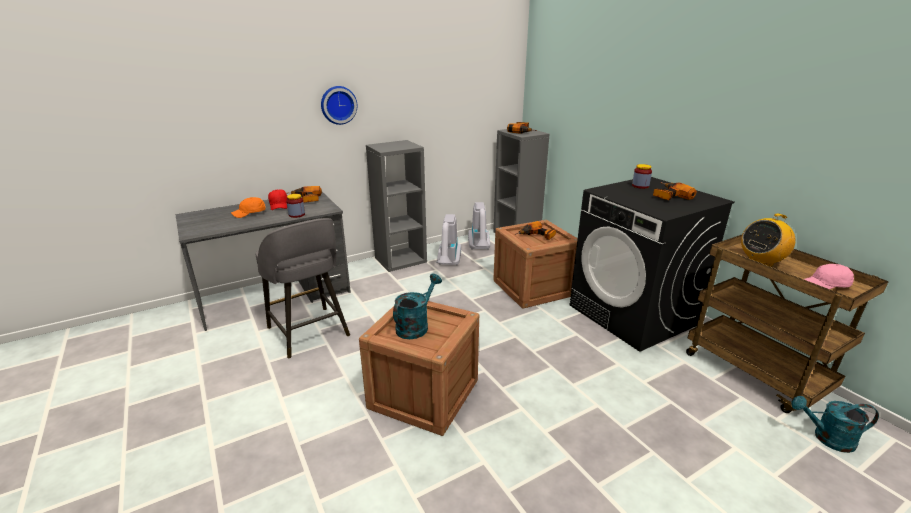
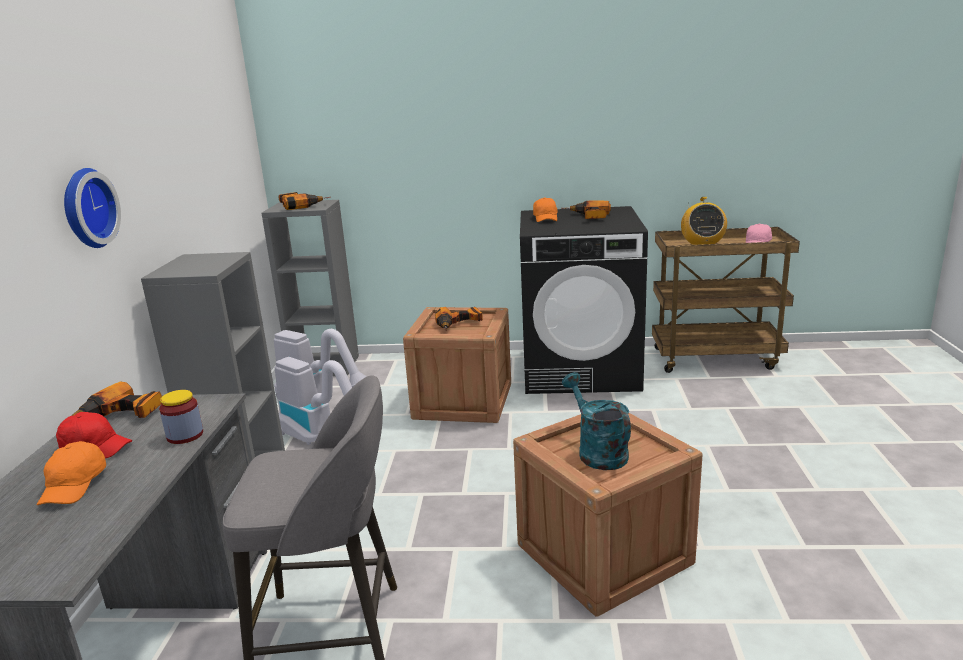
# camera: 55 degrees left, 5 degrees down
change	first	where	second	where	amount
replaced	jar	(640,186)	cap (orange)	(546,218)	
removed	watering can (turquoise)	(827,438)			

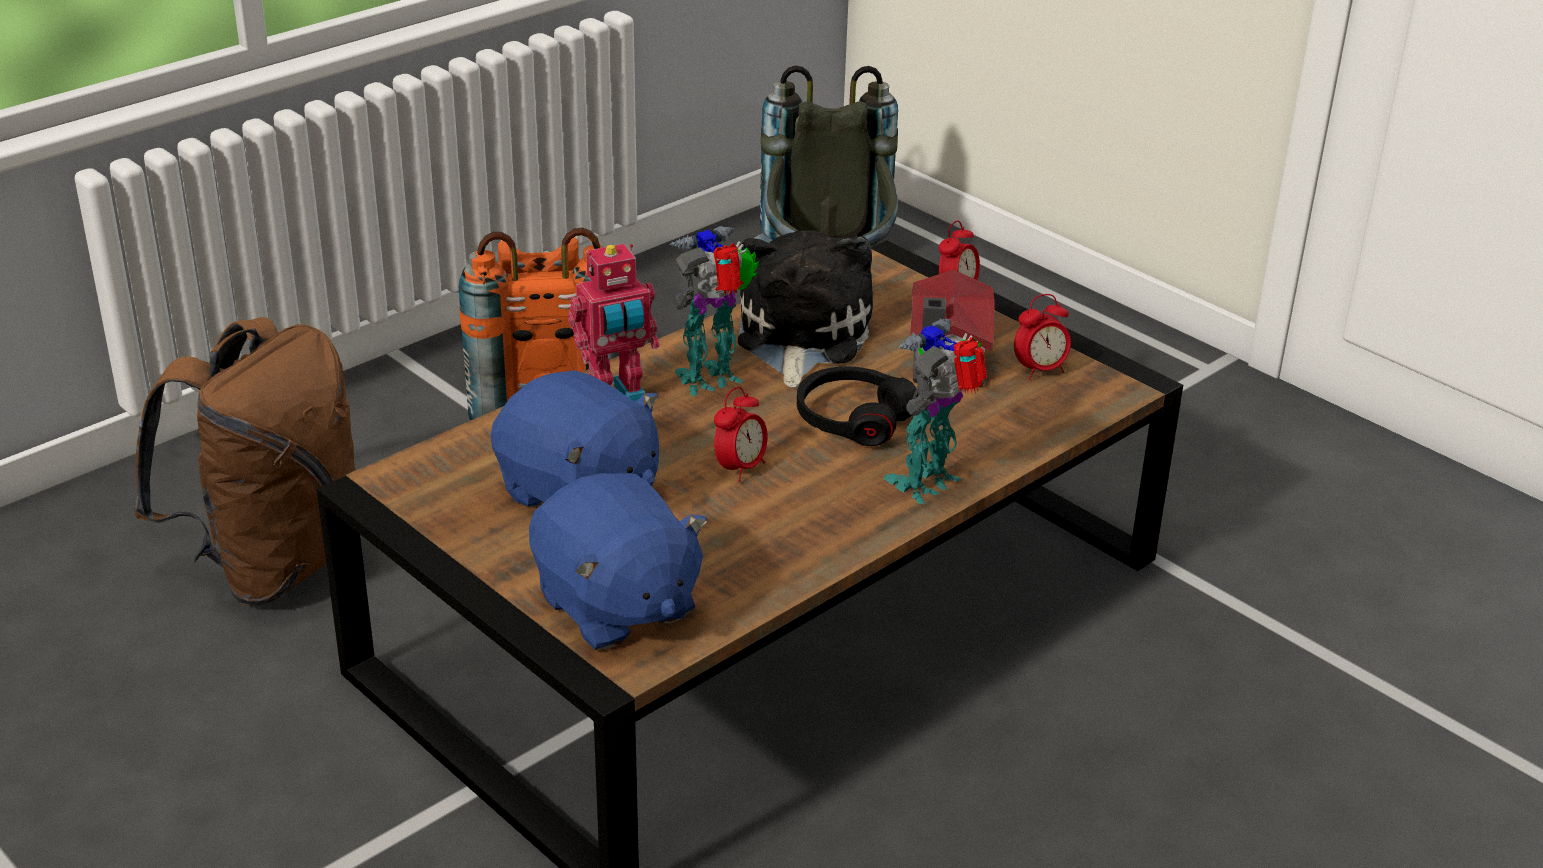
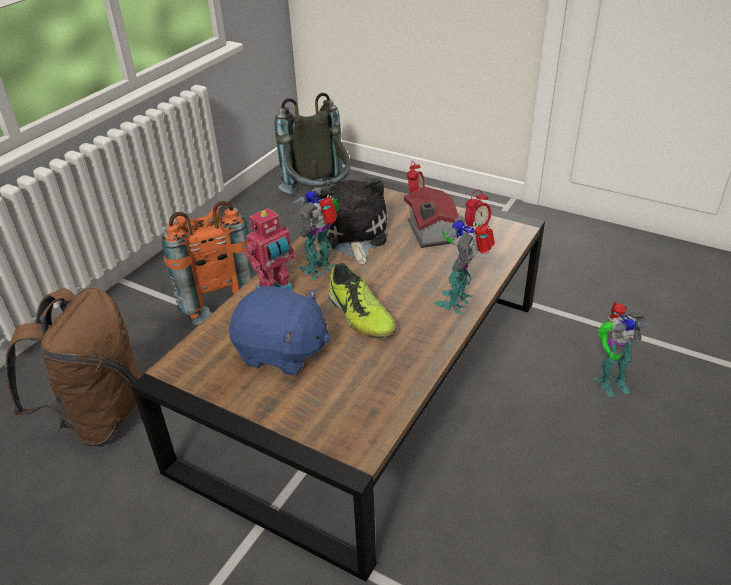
# camera: 15 degrees left, 5 degrees up
change	first	where	second	where	amount
replaced	alarm clock	(740,468)	shoe	(360,316)	
added			toy robot	(609,381)	
removed	plush toy (blue)	(615,606)			
removed	headphones (black)	(853,419)			

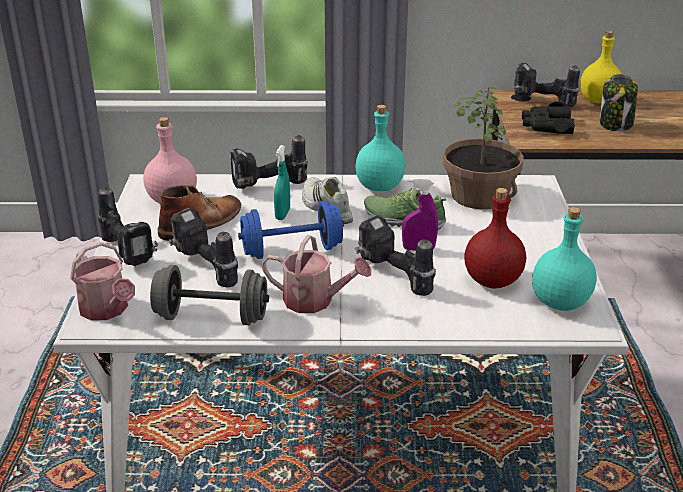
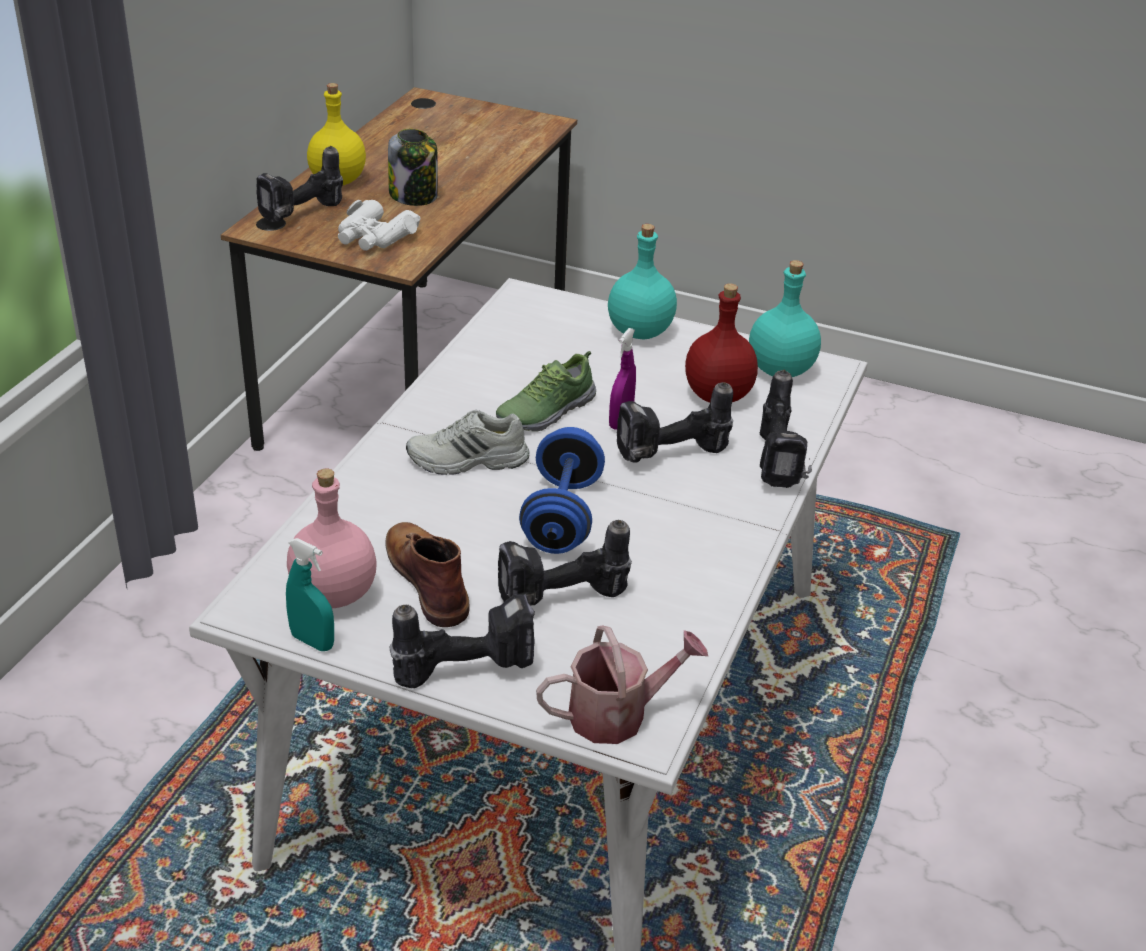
# camera: 70 degrees left, 5 degrees up
change	first	where	second	where	amount
moved	spray bottle (turquoise)	(282,214)		(312,641)	
recoloured	binoculars (black)	(546,126)	binoculars (white)	(374,237)	
moved	bottle (turquoise)	(379,186)		(639,332)	
moved	power drill	(268,187)		(780,464)	
removed	dumbbell (grey)	(211,317)			
removed	watering can	(315,301)			
removed	potted plant	(480,195)			

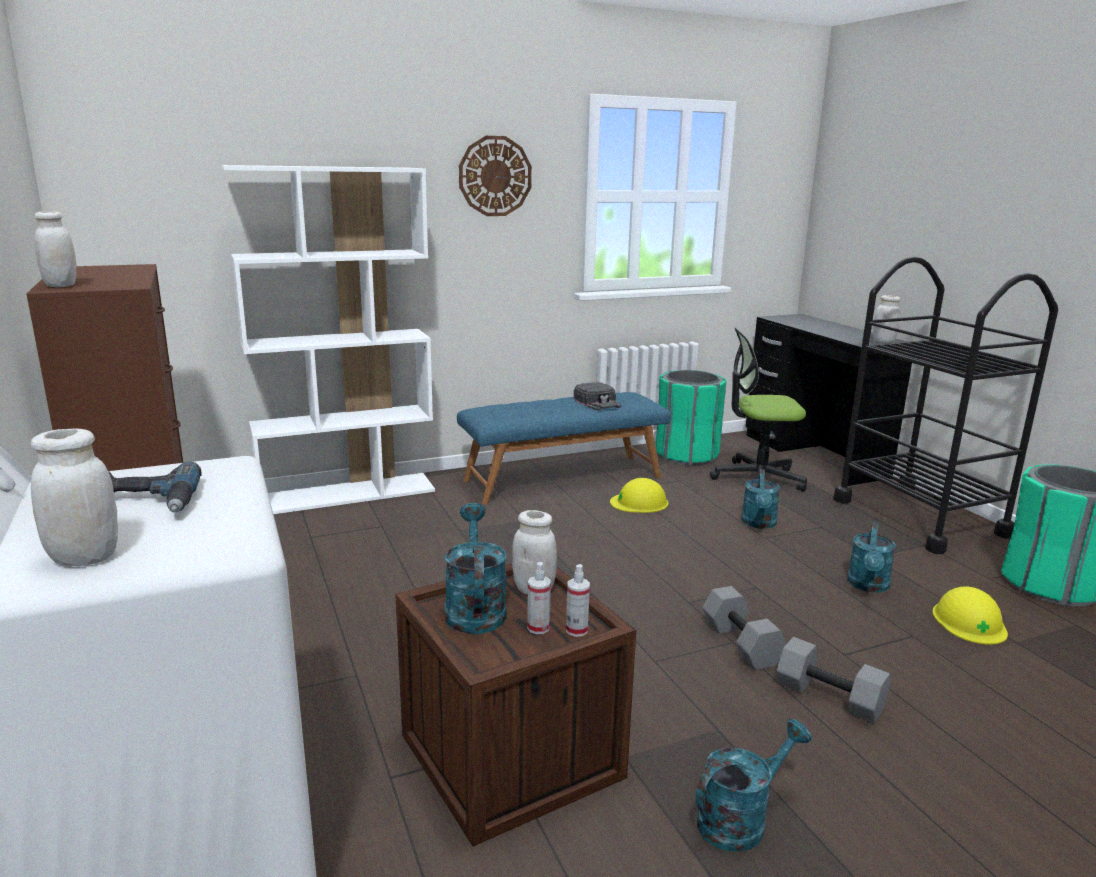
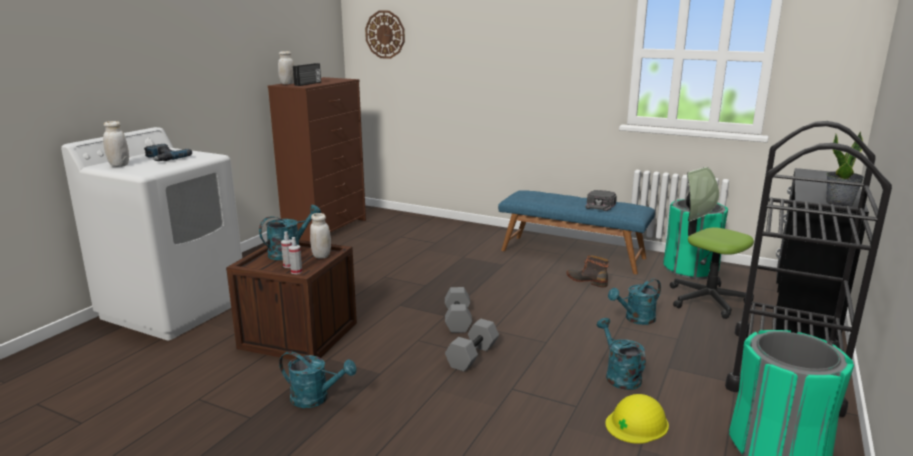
# camera: 50 degrees right, 0 degrees up
change	first	where	second	where	amount
added			radio	(308,84)	
moved	wall clock	(495,176)		(385,34)	
moved	dumbbell (grey)	(831,697)		(458,320)	
replaced	hard hat (yellow)	(639,502)	boot	(587,280)	
turned	watering can (turquoise)	(868,586)		(619,376)	90 degrees clockwise
replaced	jar (white)	(883,341)	potted plant	(839,203)	
removed	bookcase (white)	(348,494)			

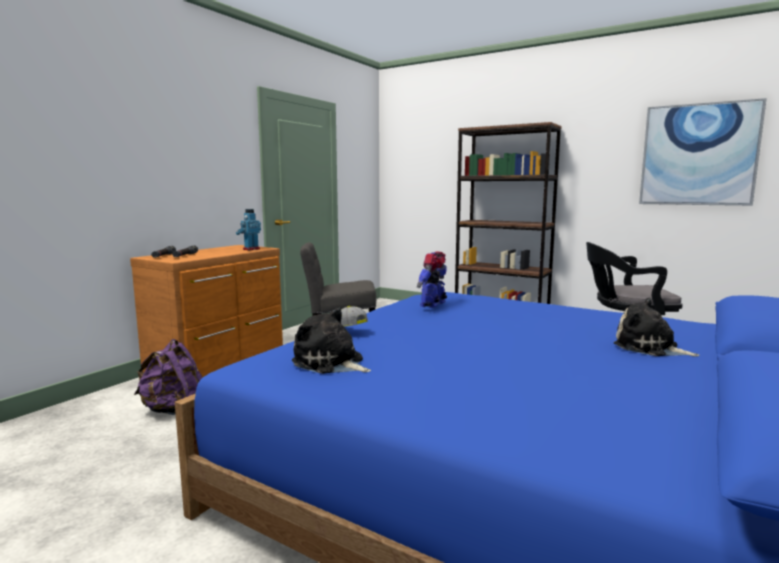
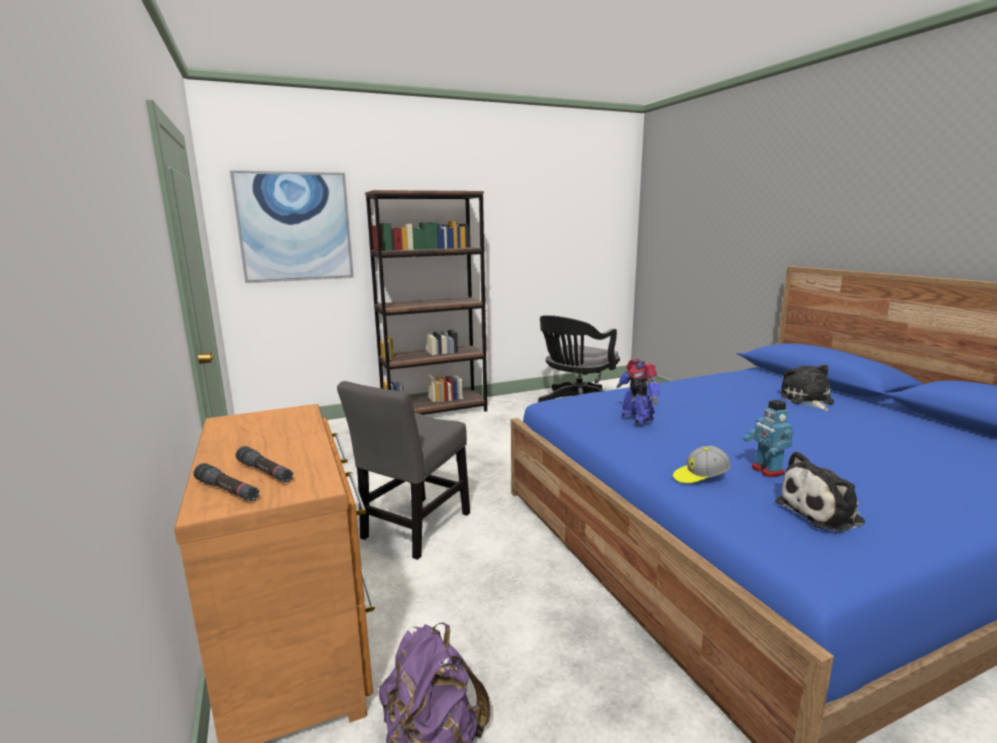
# camera: 55 degrees left, 5 degrees up
change	first	where	second	where	amount
moved	picture	(698,155)		(295,227)	
moved	toy robot	(251,249)		(767,471)	
turned	plush toy	(649,348)		(807,400)	105 degrees clockwise

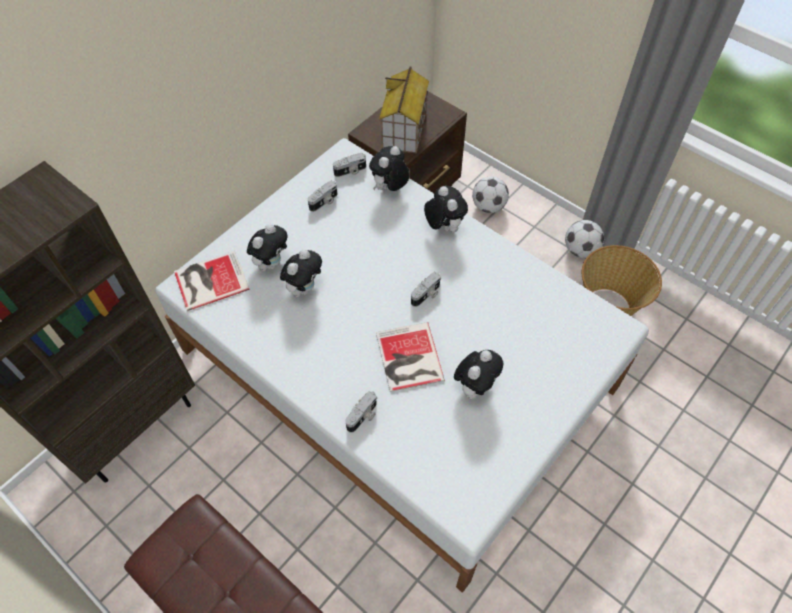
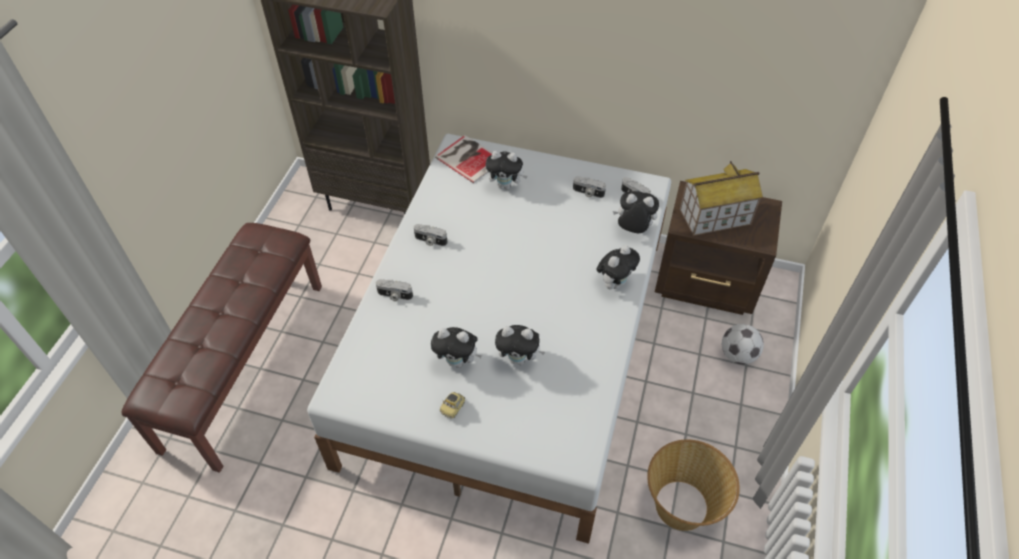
# camera: 65 degrees right, 5 degrees down
change	first	where	second	where	amount
moved	photo camera	(426,295)		(430,241)	
added			toy car	(453,408)	
moved	plush toy	(304,288)		(519,359)	
removed	book	(408,359)			
removed	football	(580,250)			

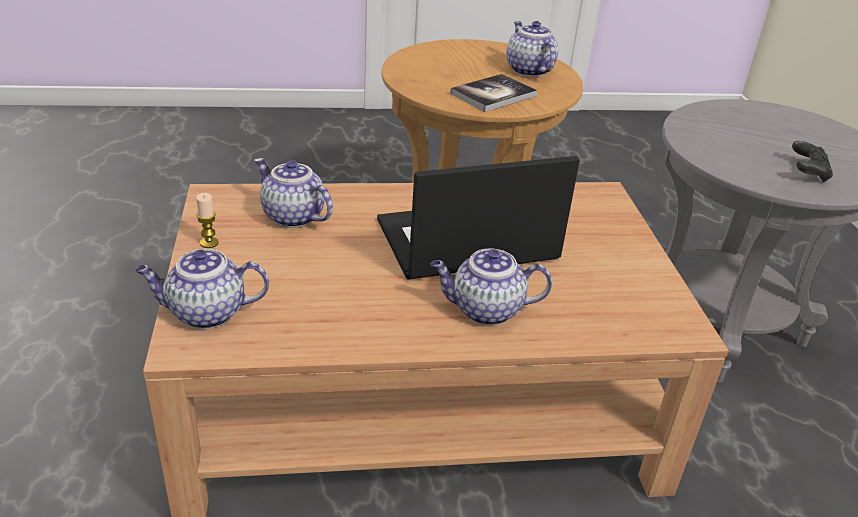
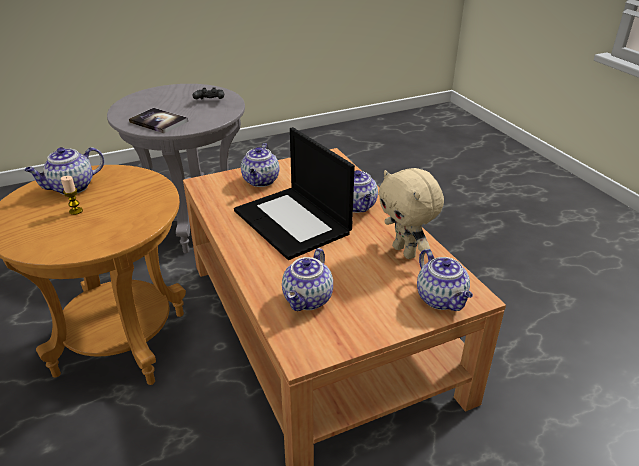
# camera: 105 degrees left, 0 degrees up
change	first	where	second	where	amount
moved	candle	(209,243)		(76,211)	
moved	book	(493,95)		(158,122)	
added			teapot	(261,181)	
added			plush toy (beige)	(405,252)	

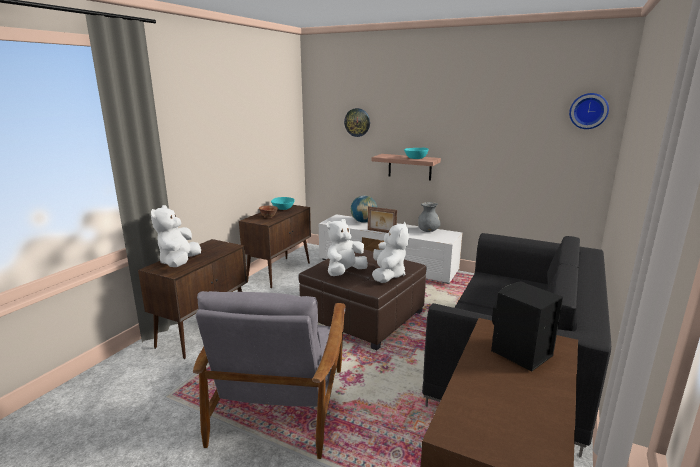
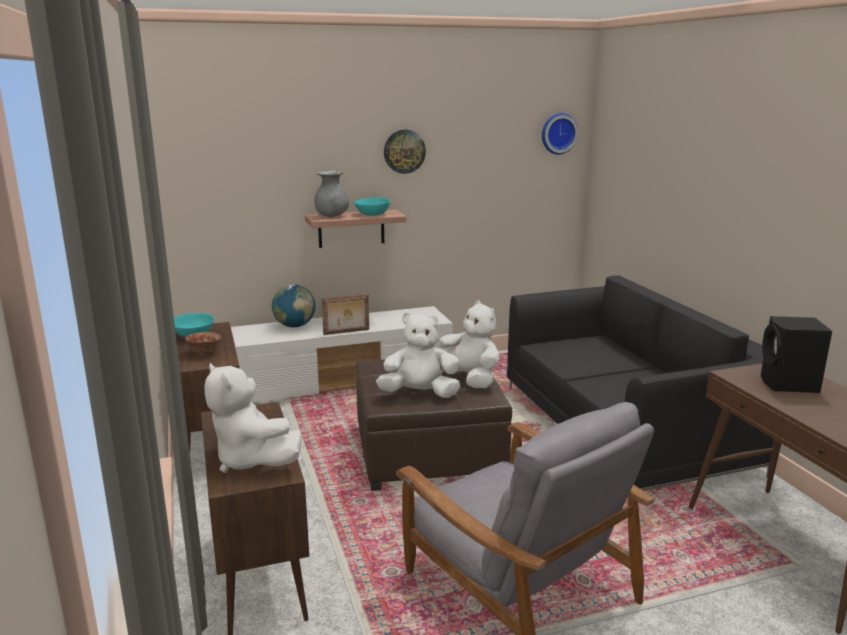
# camera: 45 degrees left, 0 degrees up
change	first	where	second	where	amount
moved	vase (grey)	(428,231)		(332,216)	
turned	plush toy (white)	(345,272)		(420,394)	90 degrees clockwise
moved	wall clock	(357,122)		(404,151)	

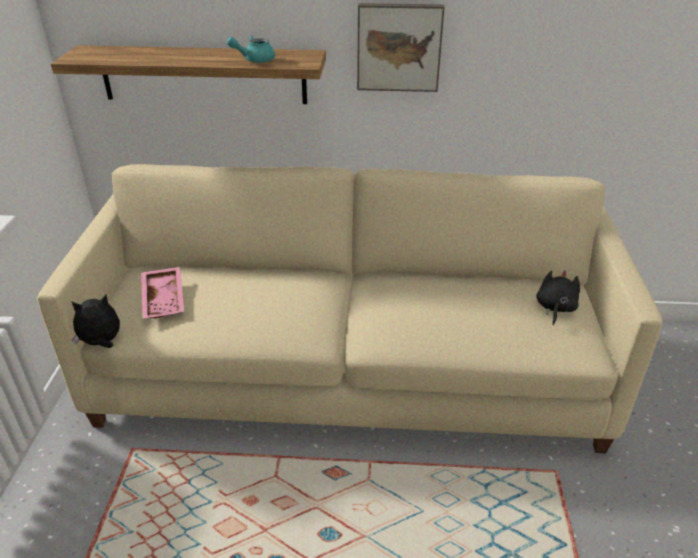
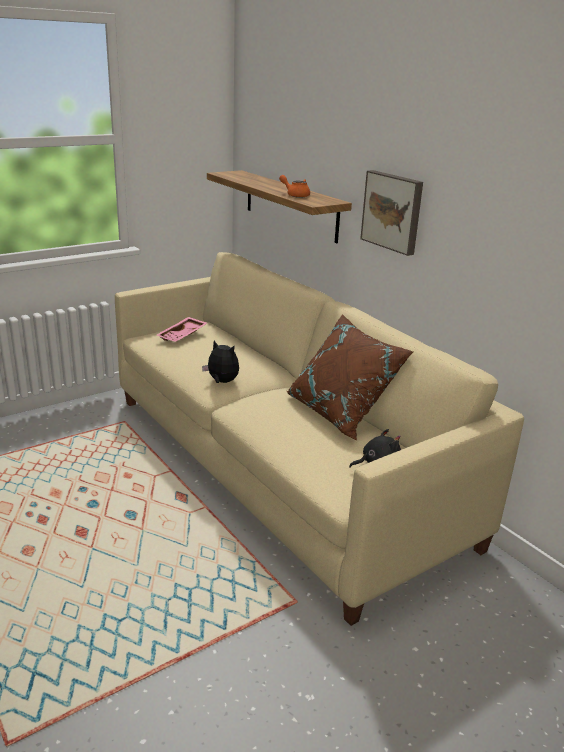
# camera: 50 degrees right, 10 degrees down
change	first	where	second	where	amount
moved	plush toy	(102,343)		(222,382)	
recoloured	teapot (turquoise)	(254,60)	teapot (orange)	(295,195)	
added			pillow (brown)	(341,413)	

